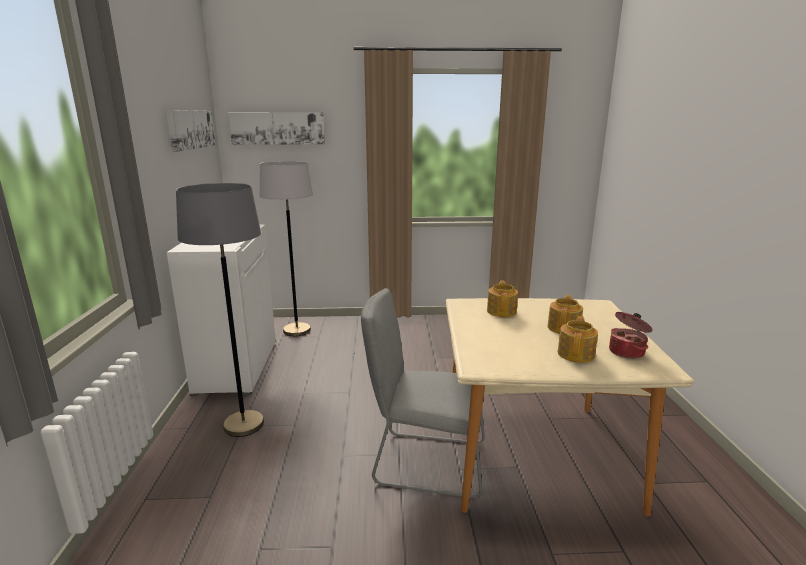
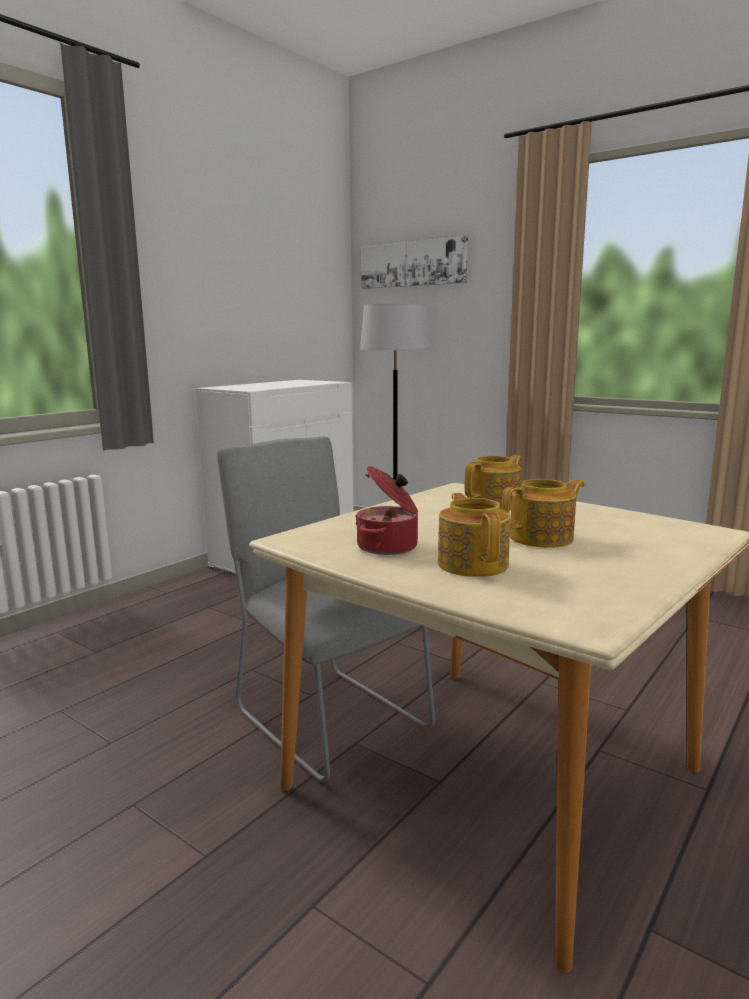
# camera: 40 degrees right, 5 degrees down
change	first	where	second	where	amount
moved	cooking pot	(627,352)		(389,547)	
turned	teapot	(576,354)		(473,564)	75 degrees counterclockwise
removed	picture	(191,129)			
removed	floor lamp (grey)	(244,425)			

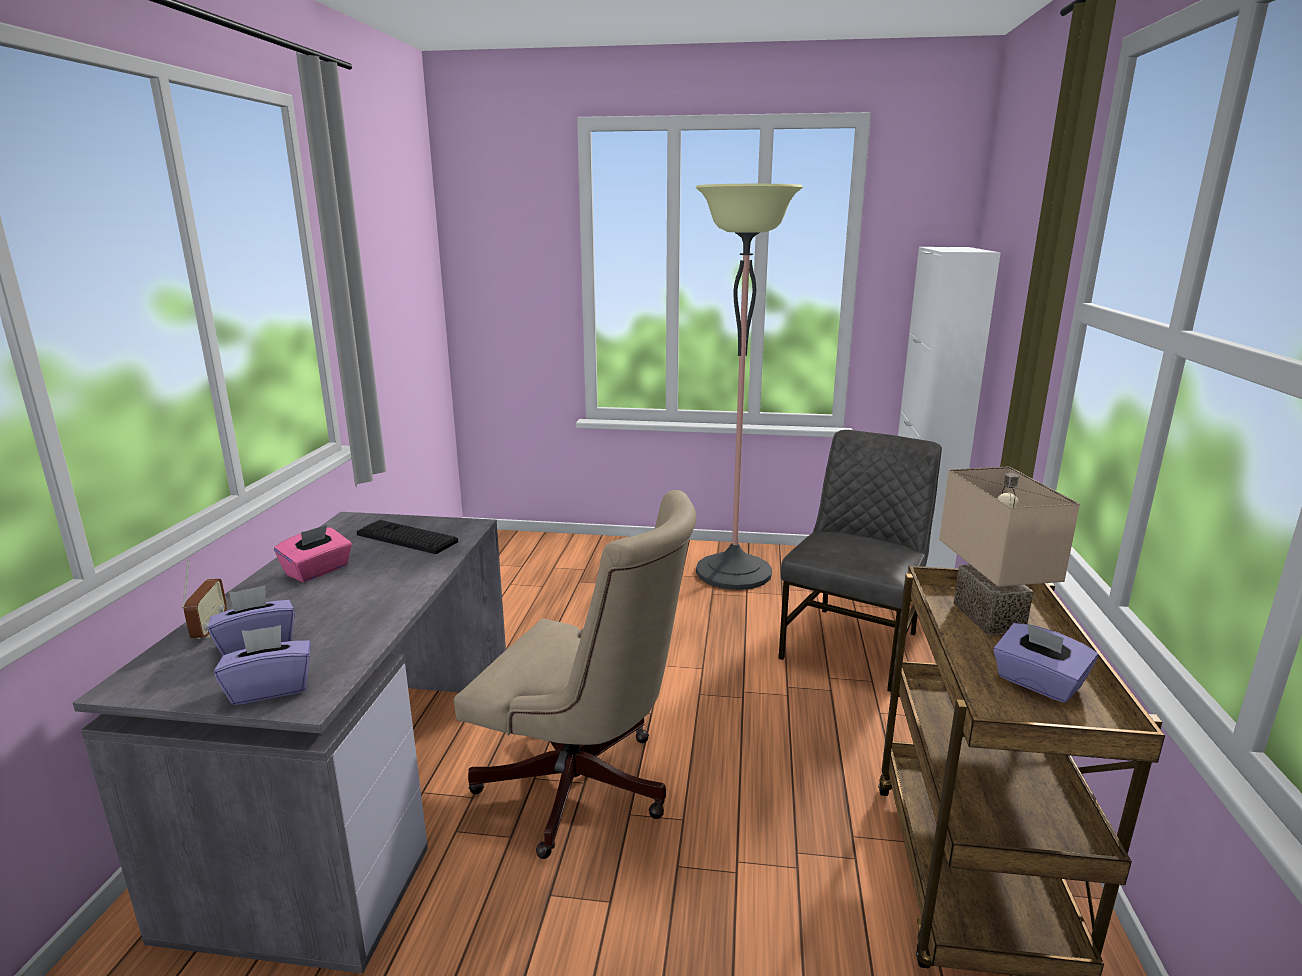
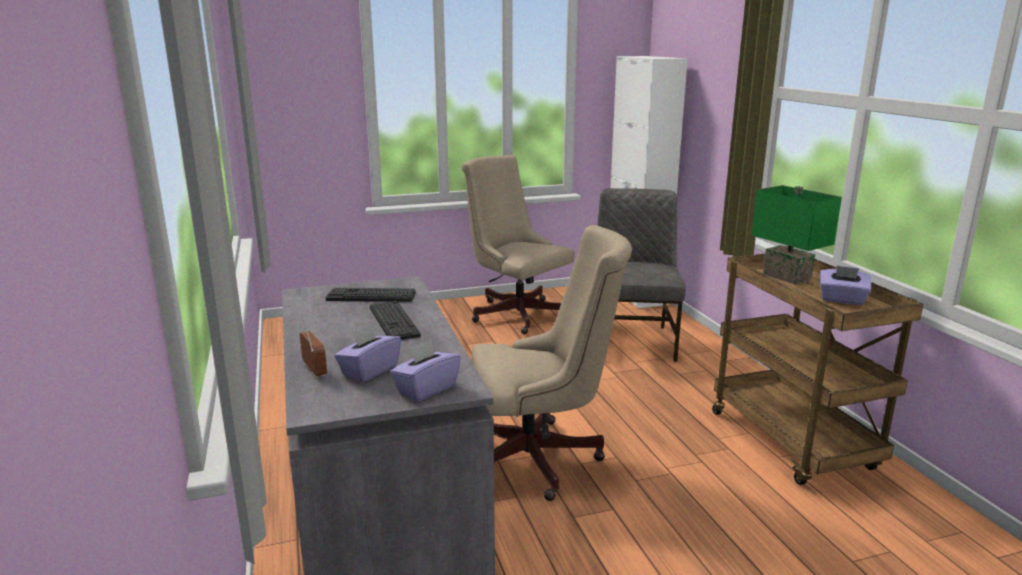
# camera: 25 degrees left, 0 degrees up
change	first	where	second	where	amount
added			keyboard	(394,321)	
replaced	floor lamp	(733,572)	office chair (beige)	(515,312)	
recoloured	table lamp (beige)	(984,617)	table lamp (green)	(784,277)	
removed	tissue box (pink)	(318,571)			

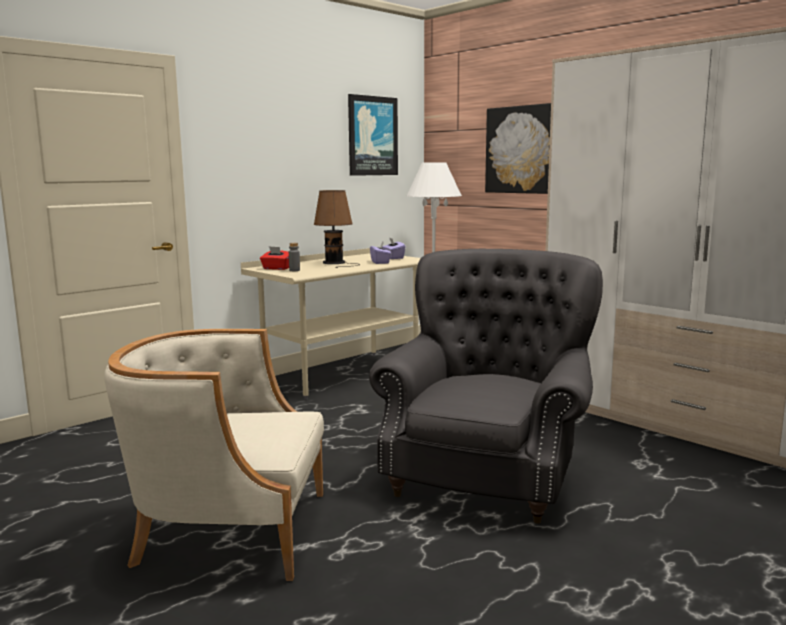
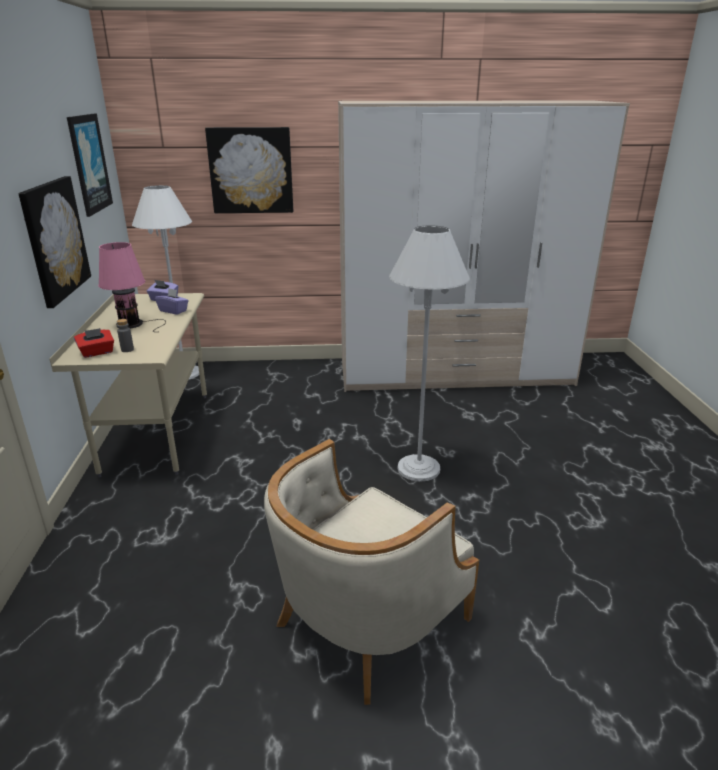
# camera: 50 degrees left, 15 degrees up
change	first	where	second	where	amount
added			picture	(55,239)	
recoloured	table lamp (brown)	(335,263)	table lamp (pink)	(133,324)	
replaced	armchair (grey)	(487,474)	floor lamp (white)	(418,468)	

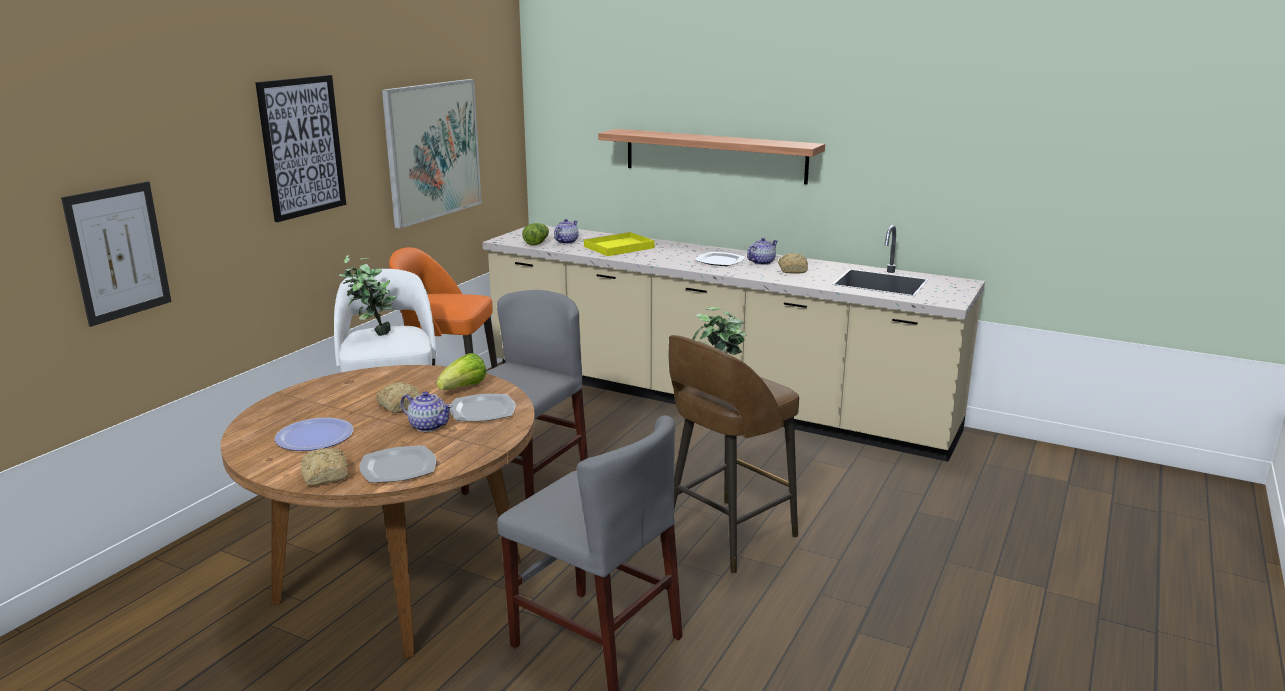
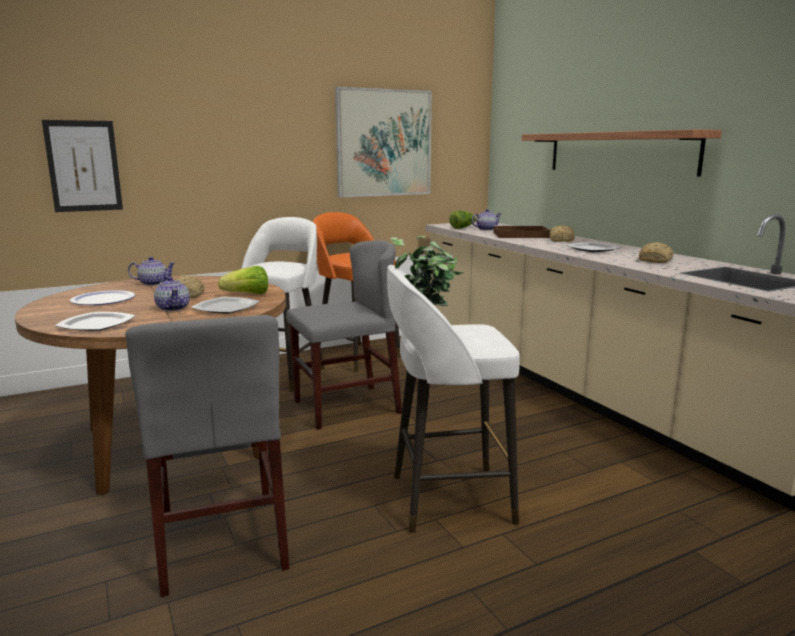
# camera: 35 degrees right, 5 degrees down
change	first	where	second	where	amount
moved	teapot	(761,262)		(153,283)	
recoloured	stool (brown)	(726,537)	stool (white)	(447,499)	
recoloured	tray (yellow)	(617,247)	tray (brown)	(519,235)	
moved	bread	(325,476)		(561,240)	
removed	picture	(302,147)			
removed	potted plant	(372,335)			

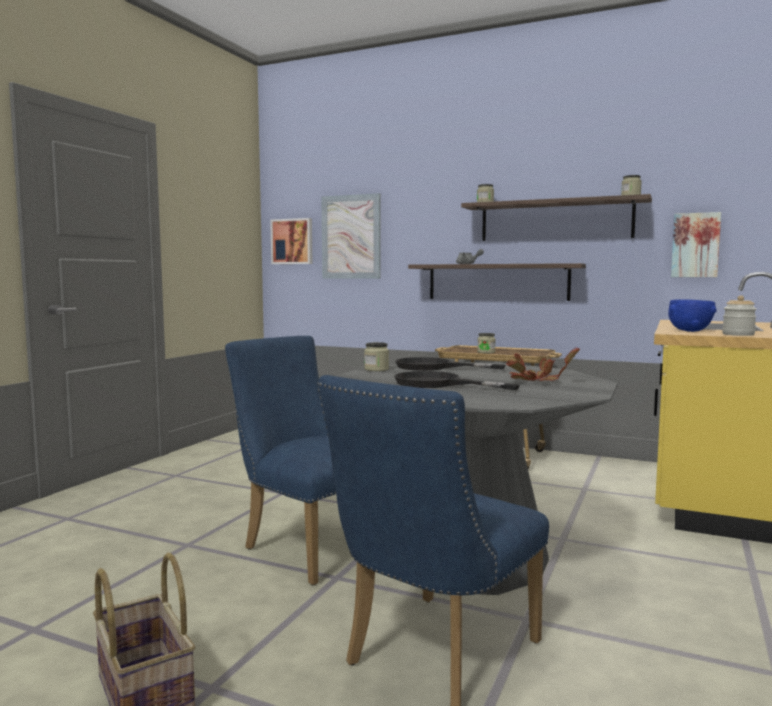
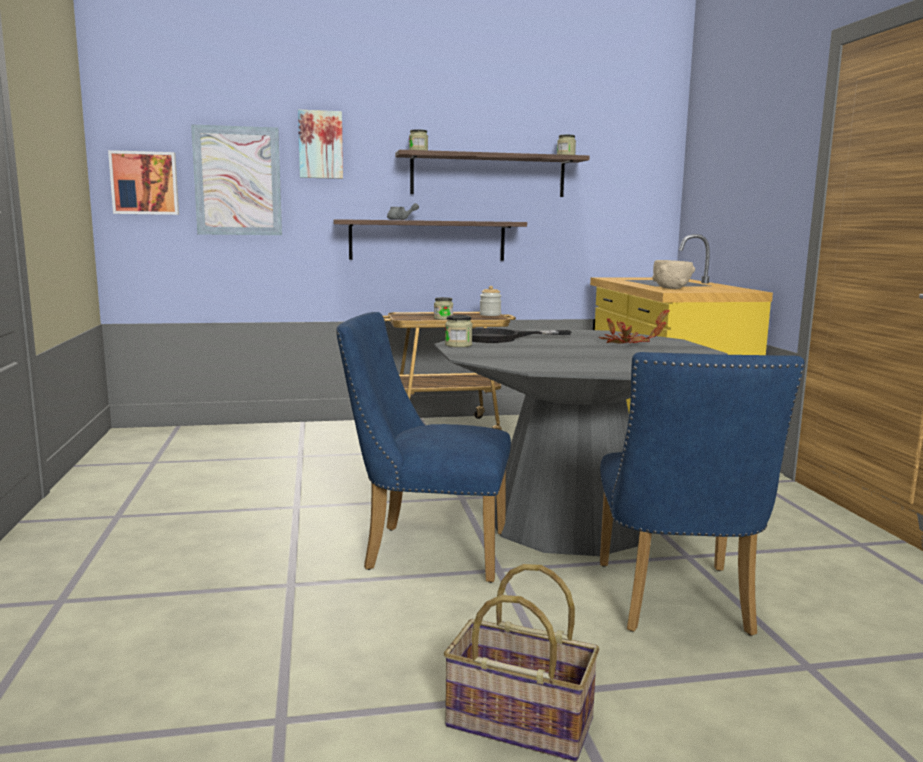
# camera: 35 degrees left, 5 degrees up
change	first	where	second	where	amount
moved	picture	(695,245)		(320,145)	
moved	jar	(738,334)		(490,315)	
recoloured	bowl (blue)	(690,331)	bowl (beige)	(671,288)	
removed	frying pan (black)	(438,384)			

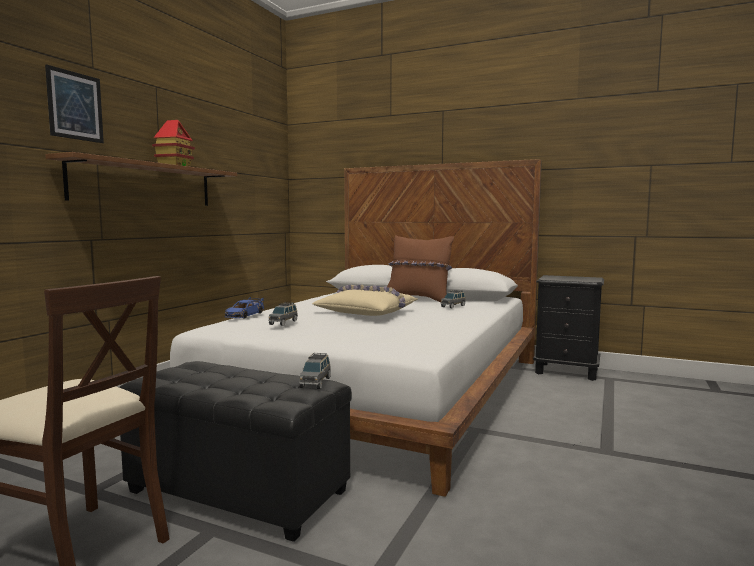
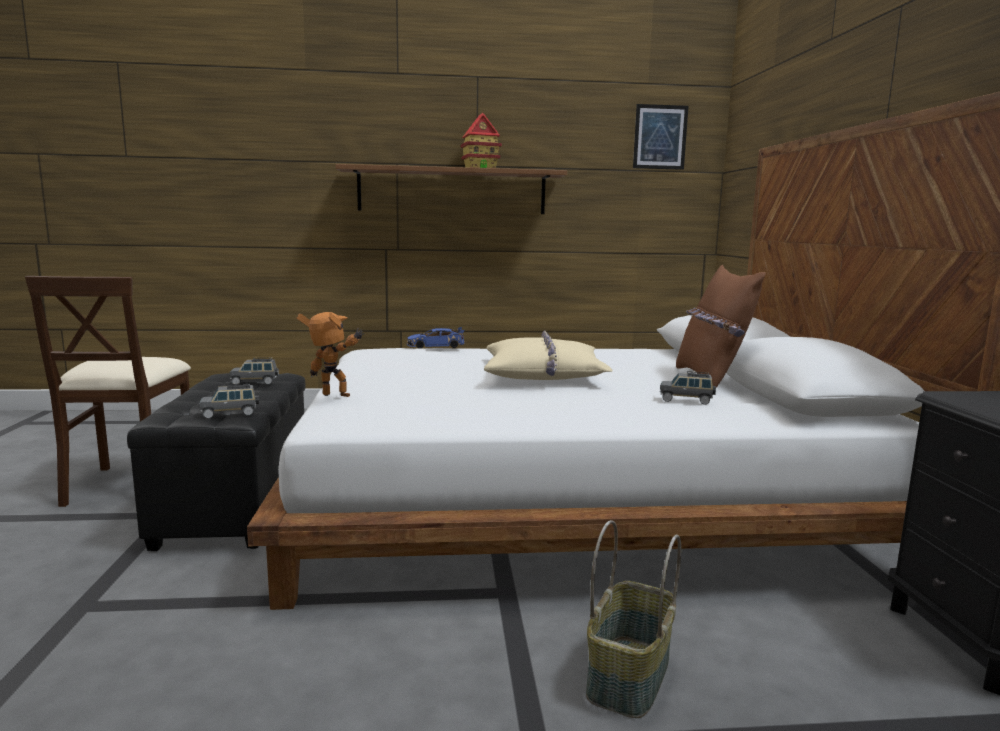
# camera: 60 degrees right, 5 degrees up
change	first	where	second	where	amount
moved	toy car (grey)	(283,322)		(255,382)	
added			toy robot	(335,396)	
added			basket	(630,677)	
moved	picture	(75,106)		(660,137)	

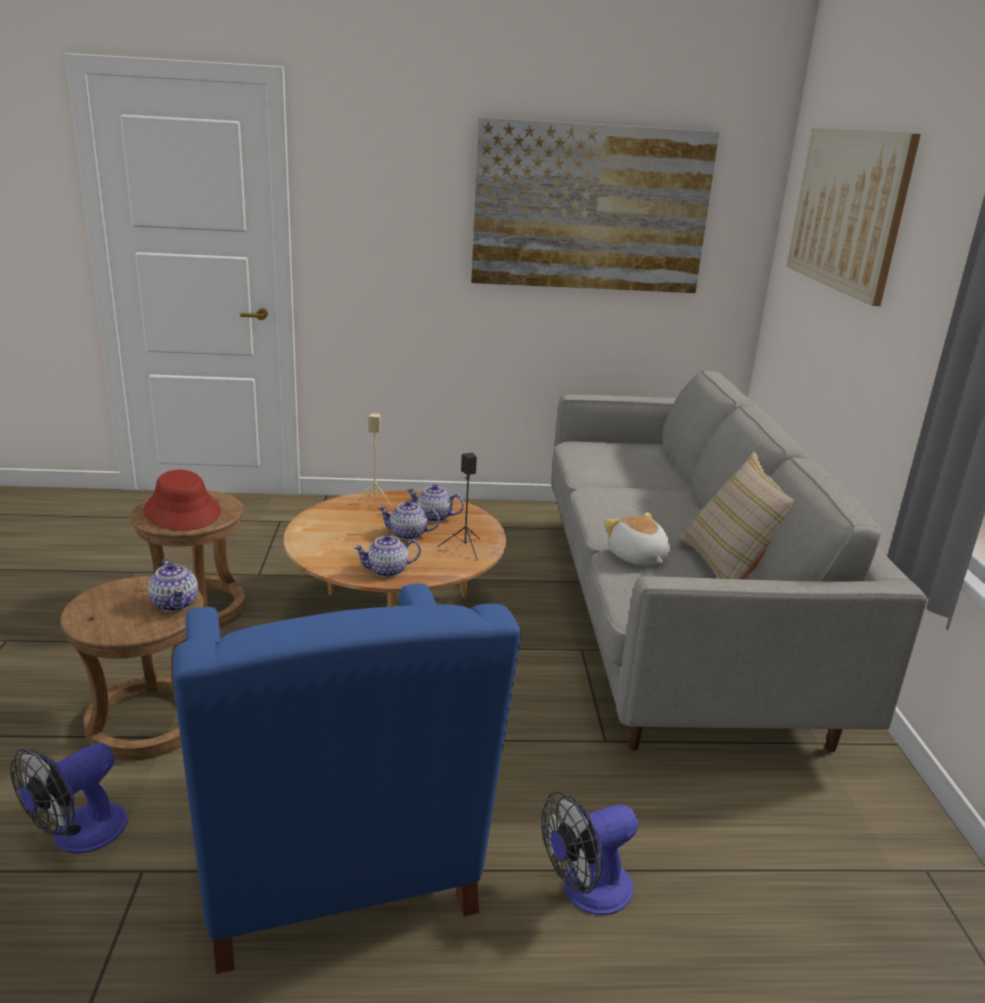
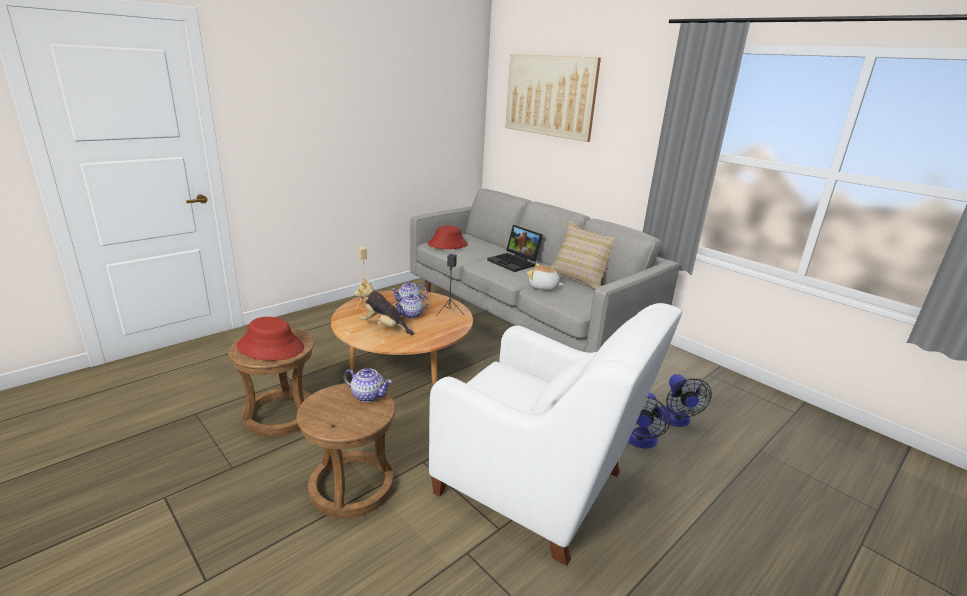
# camera: 40 degrees left, 0 degrees up
change	first	where	second	where	amount
added			plush toy	(383,327)	
added			hat (red)	(447,244)	
recoloured	armchair (blue)	(334,853)	armchair (white)	(537,486)	
added			laptop	(515,262)	
moved	fan	(78,835)		(676,420)	
removed	teapot	(388,571)			
removed	picture	(590,208)			

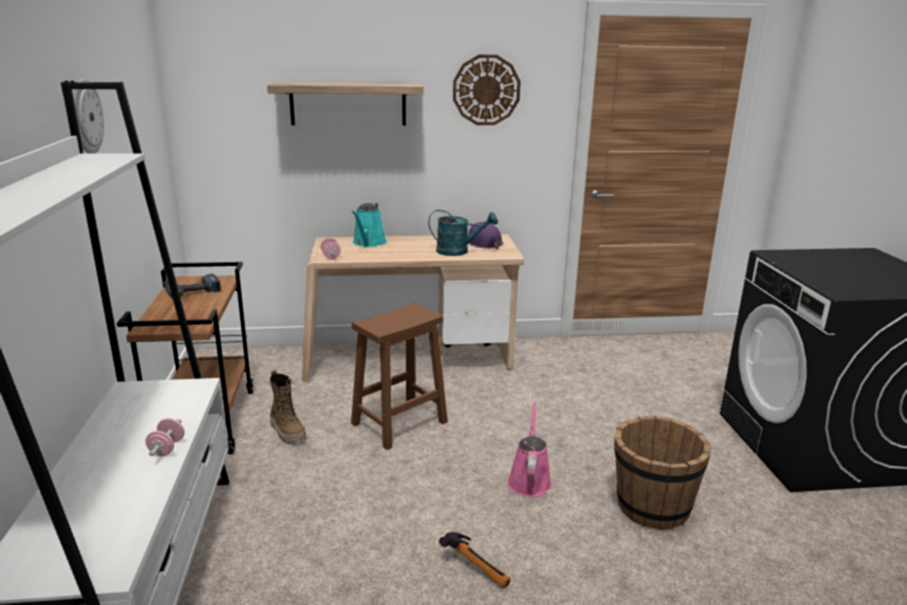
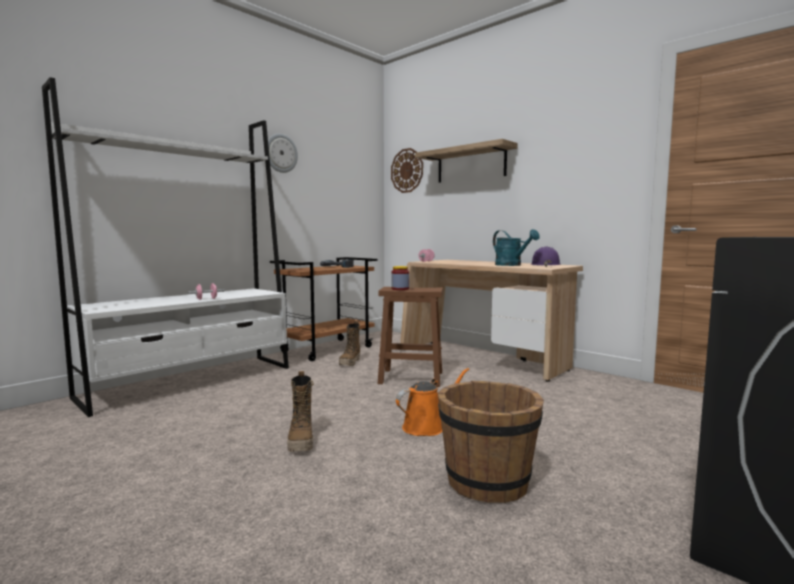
# camera: 50 degrees right, 15 degrees down
change	first	where	second	where	amount
replaced	hammer	(478,567)	boot	(301,441)	
moved	wall clock	(486,90)		(407,170)	
added			jar	(400,289)	
recoloured	watering can (pink)	(529,480)	watering can (orange)	(426,427)	
removed	watering can (turquoise)	(368,243)			

